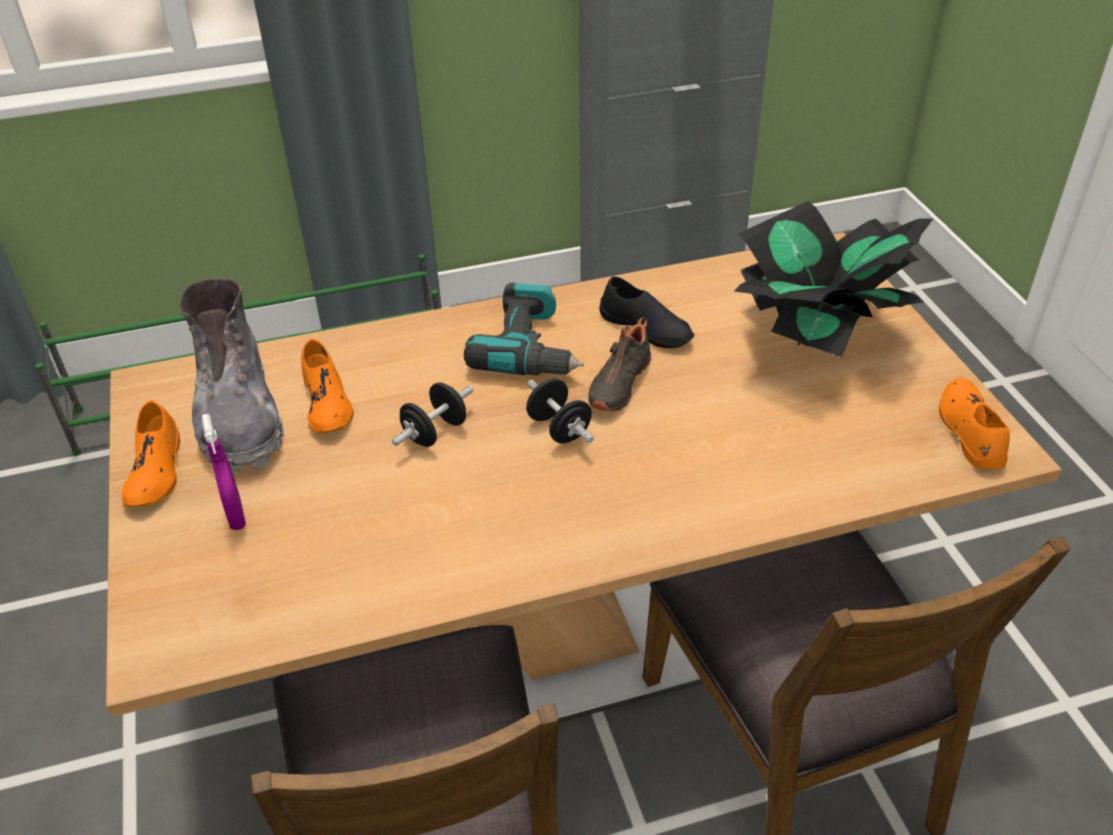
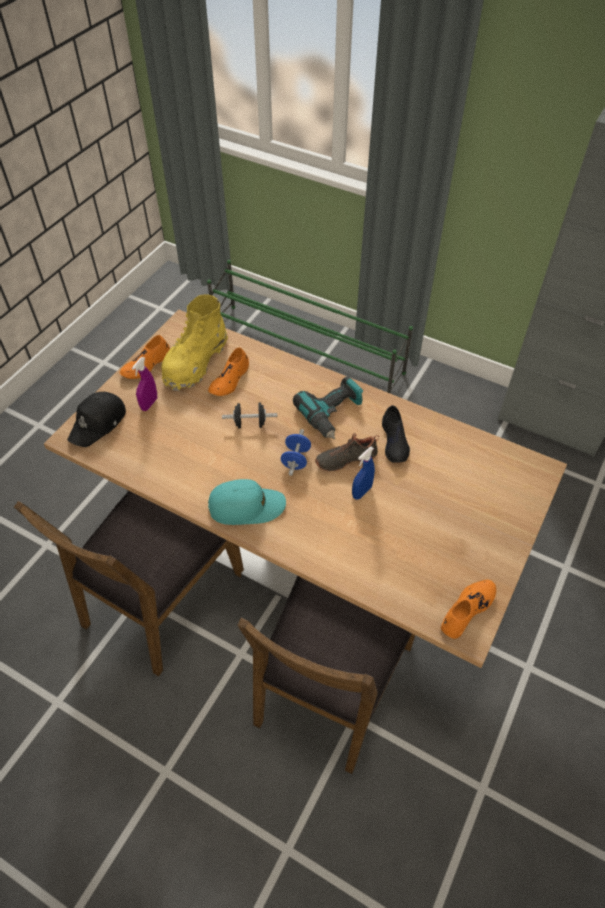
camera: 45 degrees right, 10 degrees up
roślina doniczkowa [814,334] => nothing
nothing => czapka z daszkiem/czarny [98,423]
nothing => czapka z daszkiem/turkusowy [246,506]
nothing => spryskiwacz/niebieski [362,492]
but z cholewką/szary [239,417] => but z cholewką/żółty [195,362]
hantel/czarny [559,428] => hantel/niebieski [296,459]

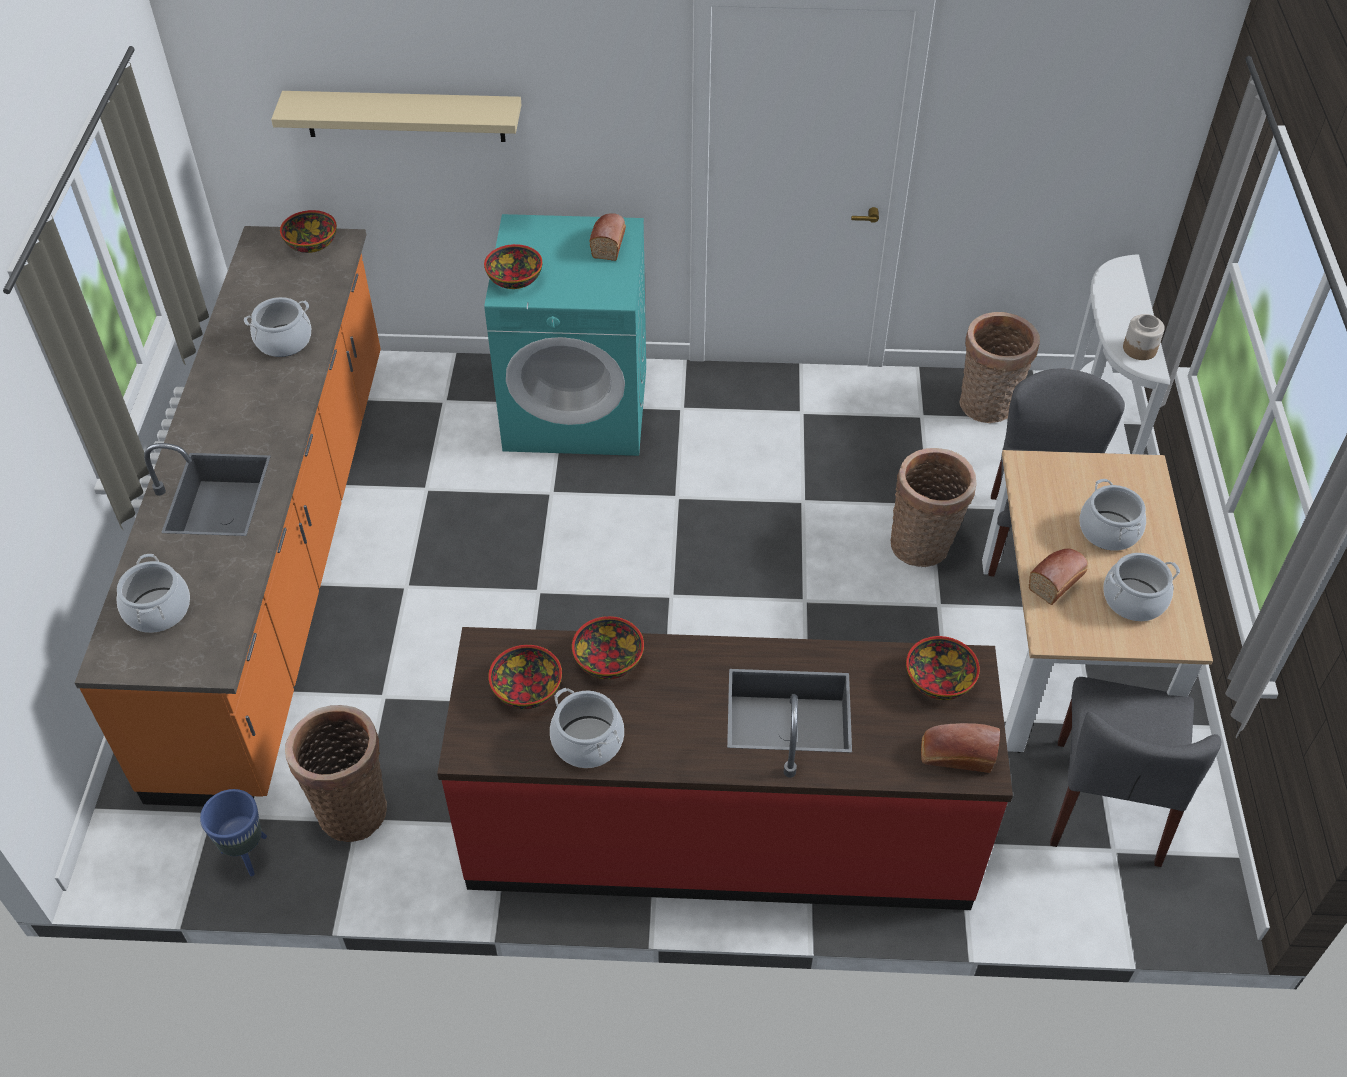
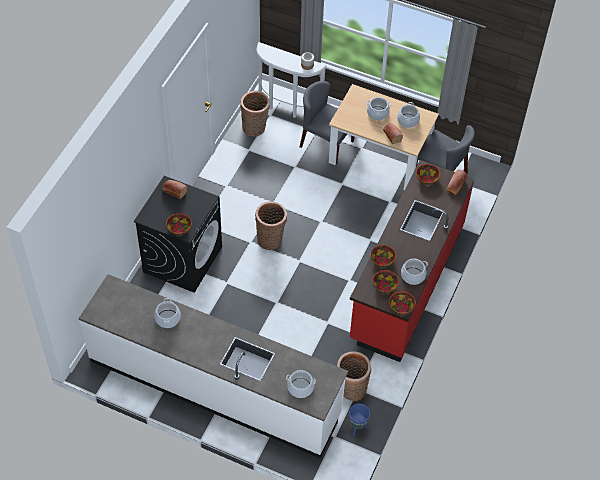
camera: 70 degrees left, 5 degrees up
półka/beżowy [404,116] => nothing
miska [311,244] => miska [401,307], shifted
koszyk [923,546] => koszyk [271,239], shifted
zabudowa kuchenna/pomarańczowy [281,557] => zabudowa kuchenna/biały [214,386]
pralka/turkusowy [577,408] => pralka/czarny [182,259]

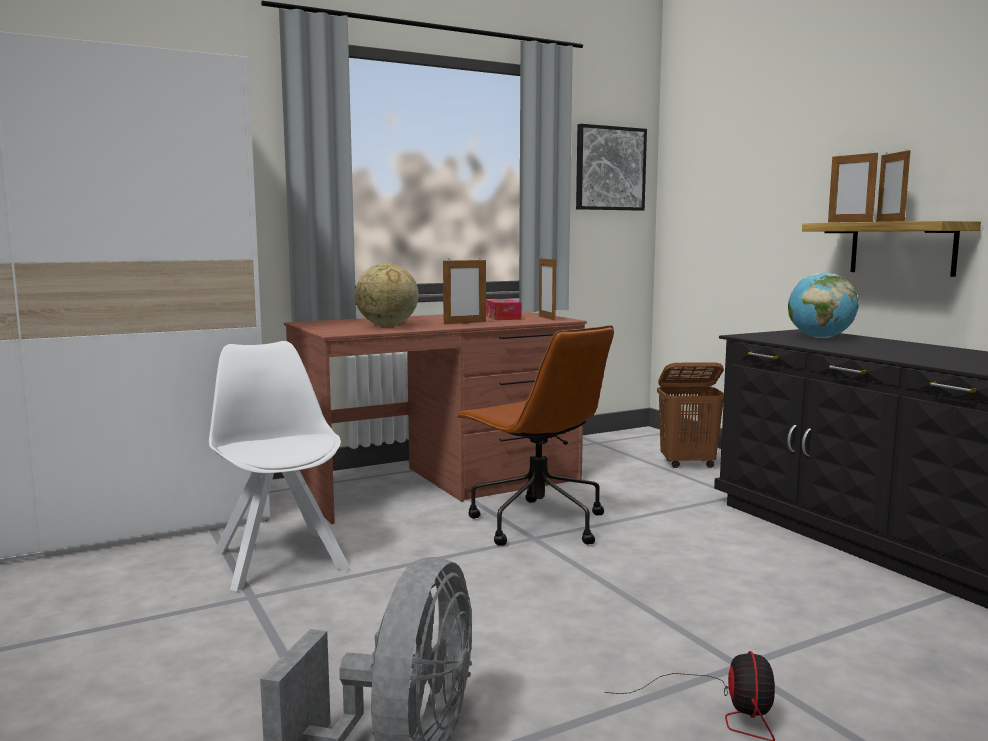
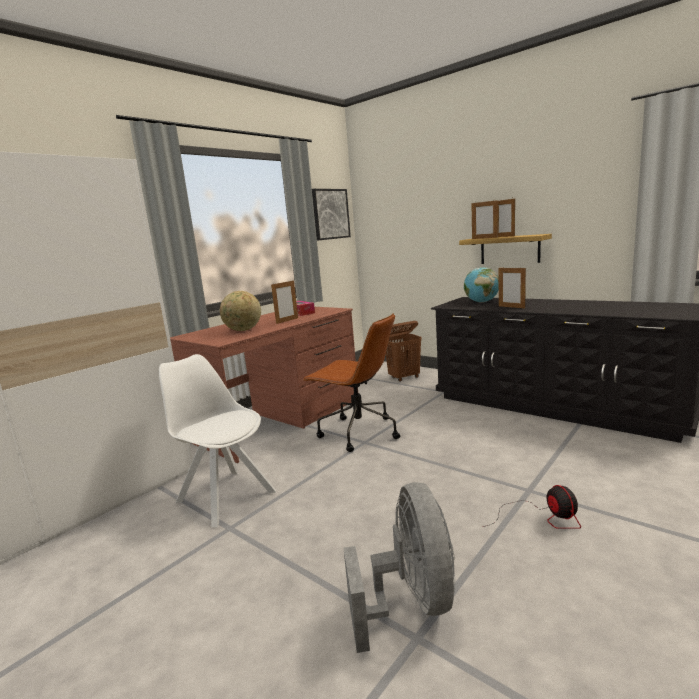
camera: 20 degrees left, 5 degrees up
ramka na zdjęcie [546,318] => ramka na zdjęcie [511,307], shifted

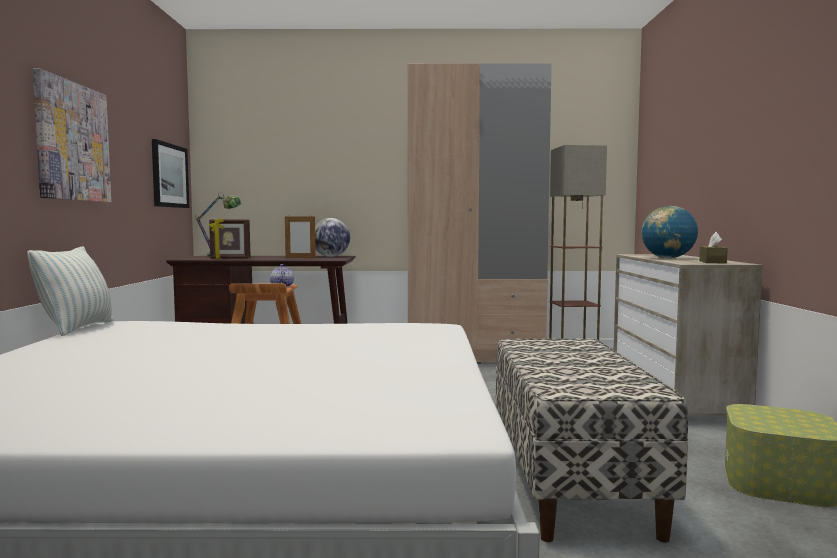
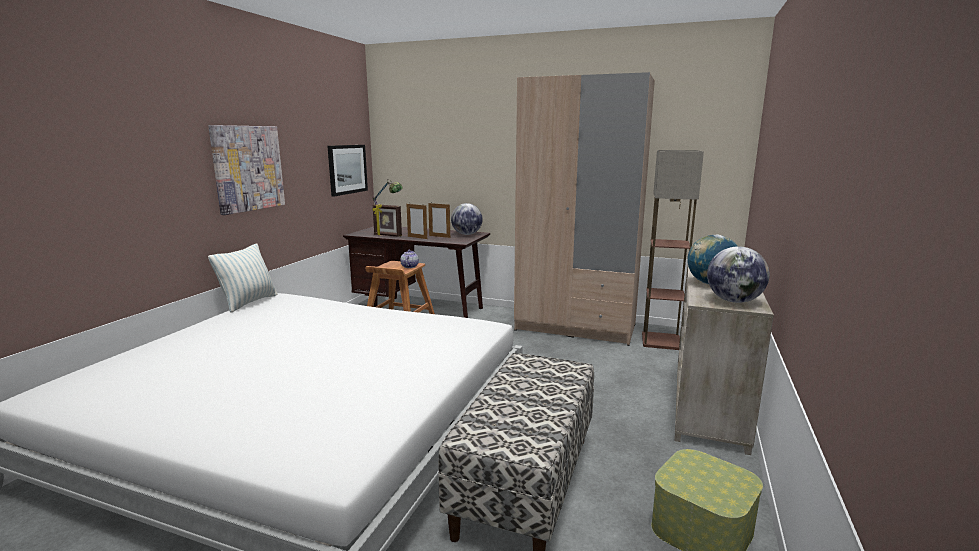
camera: 20 degrees right, 10 degrees up
nothing => ramka na zdjęcie [417,237]
pudełko chusteczek/brązowy [712,262] => globus [733,301]

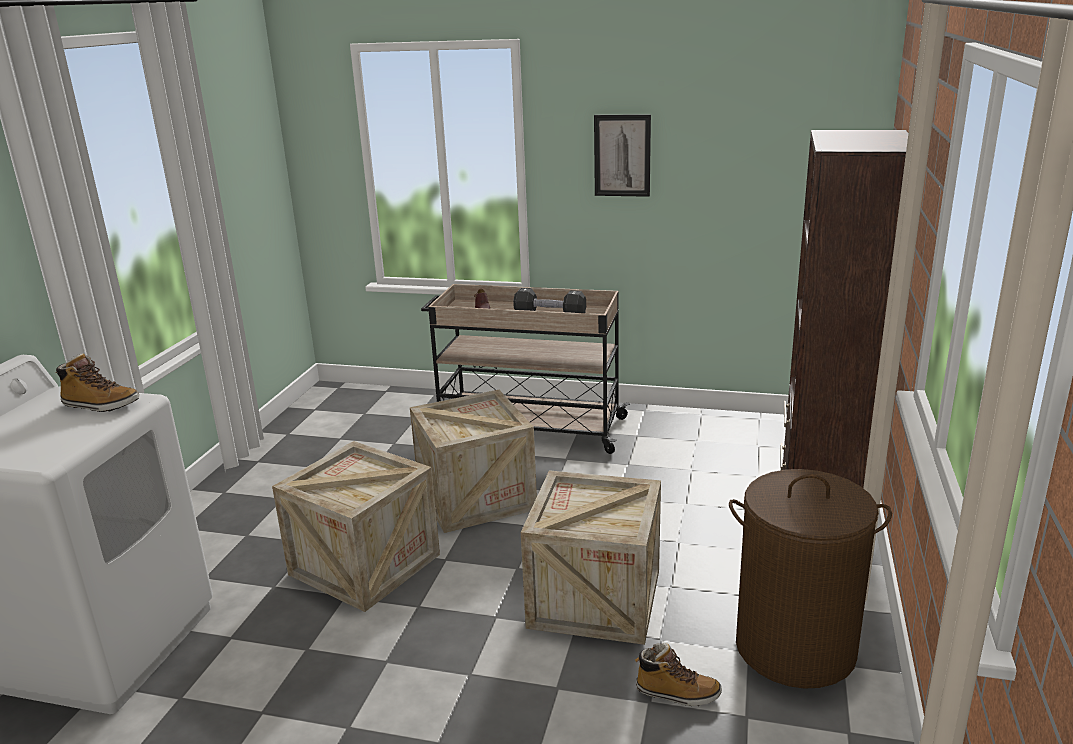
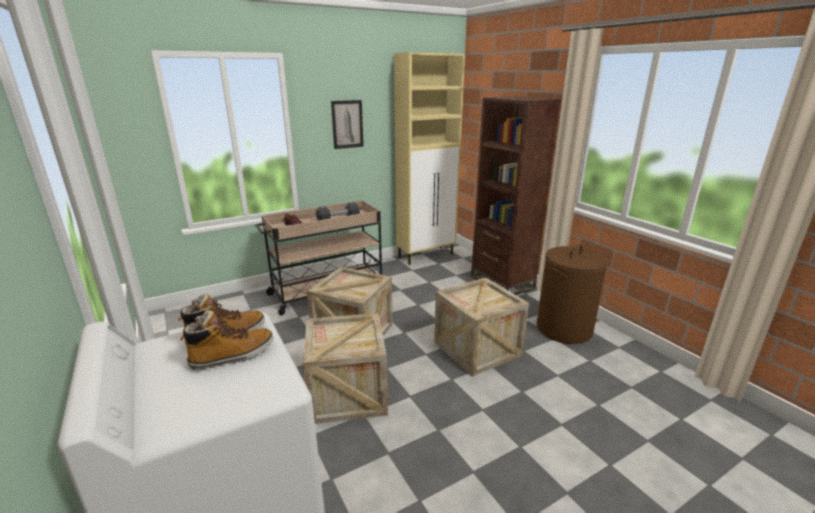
camera: 45 degrees left, 0 degrees up
nothing => szafka/beżowy [426,255]
but z cholewką [677,693] => but z cholewką [232,356], shifted

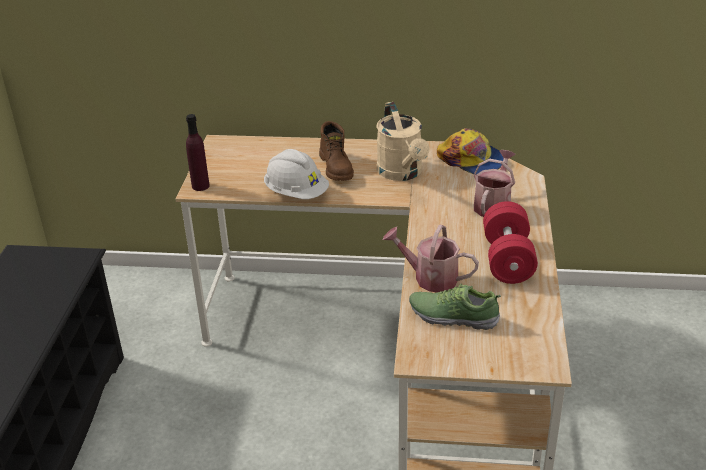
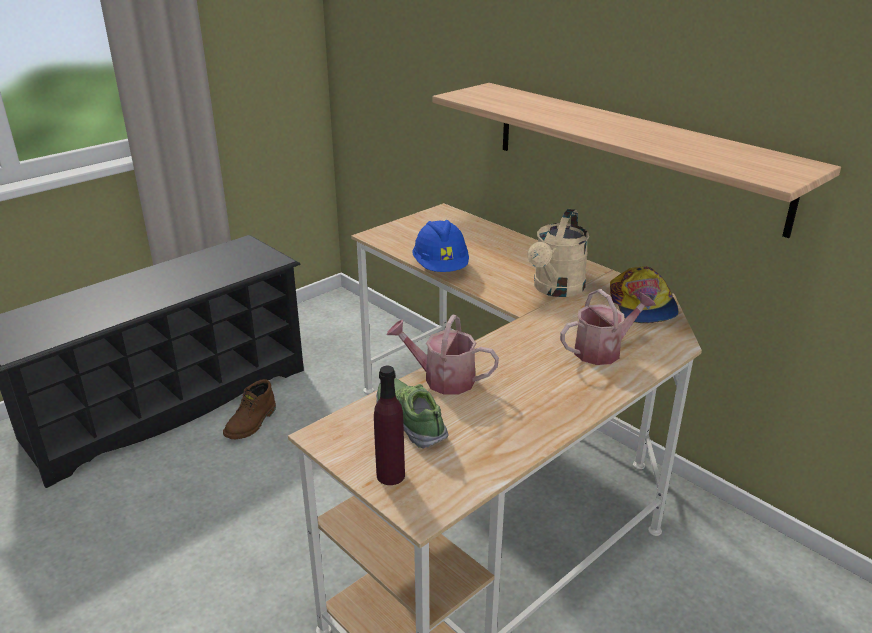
camera: 40 degrees right, 5 degrees down
hantel/czerwony [507,260] => nothing
nothing => półka [631,153]
butelka/fioletowy [200,186] => butelka/fioletowy [390,475], shifted
but z cholewką/brązowy [337,168] => but z cholewką/brązowy [252,423], shifted
kask/biały [296,194] => kask/niebieski [441,268]
konewka [430,277] => konewka [442,379], 45 degrees counterclockwise

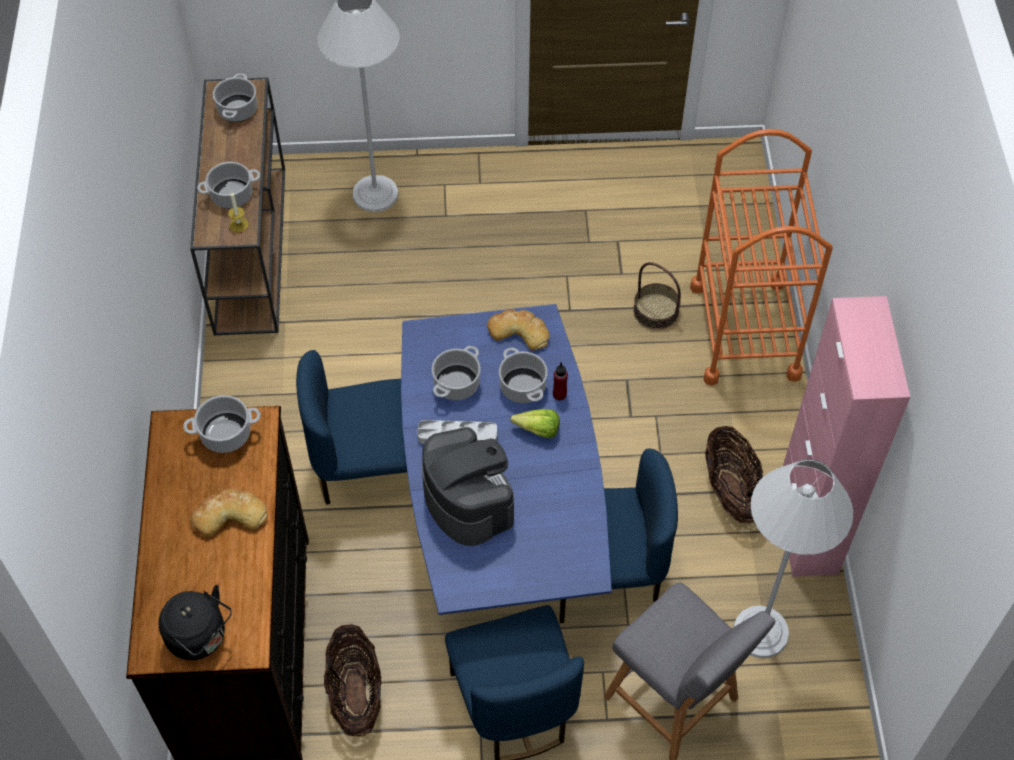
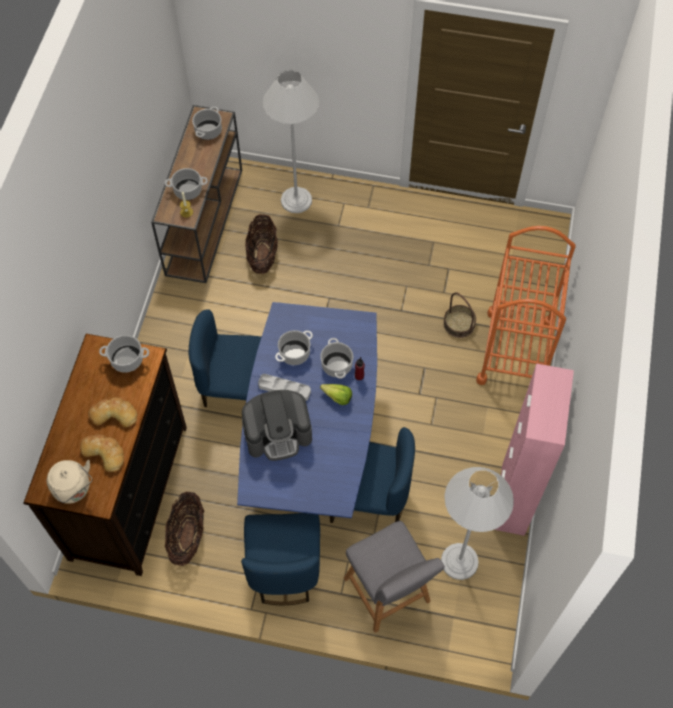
camera: 15 degrees right, 5 degrees up
chleb [519,331] => chleb [104,452], shifted
koszyk [731,491] => koszyk [262,255], shifted
czajnik/czarny [200,637] => czajnik/beżowy [74,489]
ekspres do kawy [468,499] => ekspres do kawy [278,433], 90 degrees clockwise

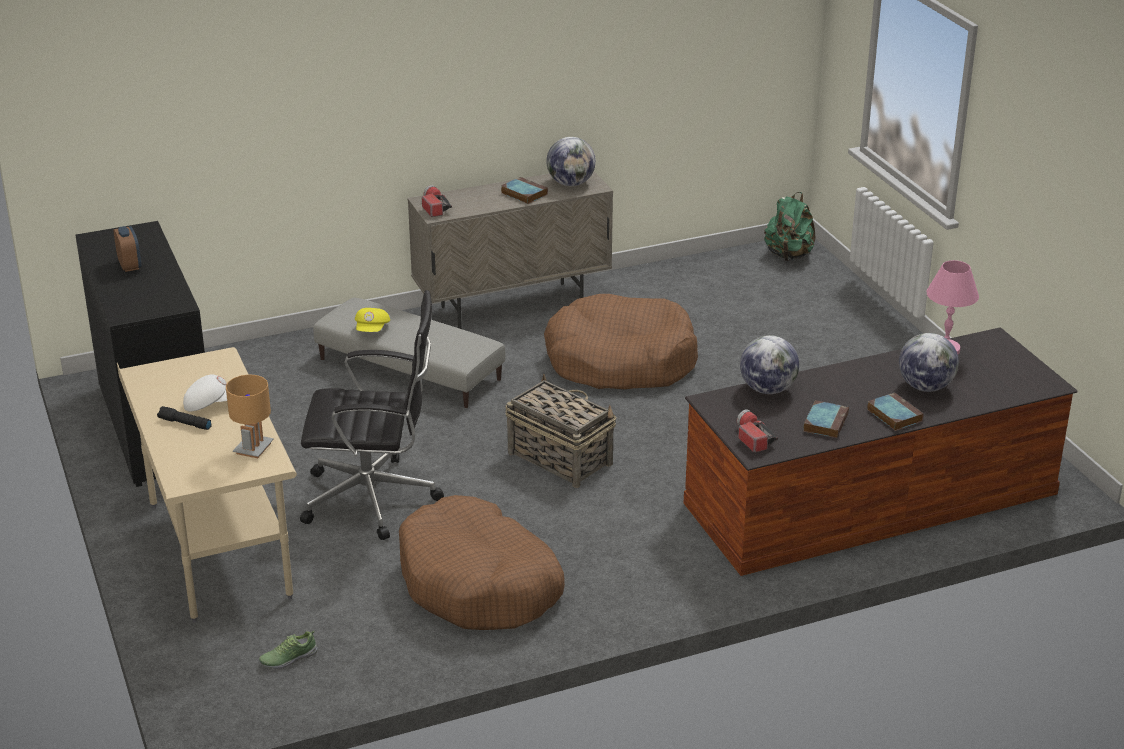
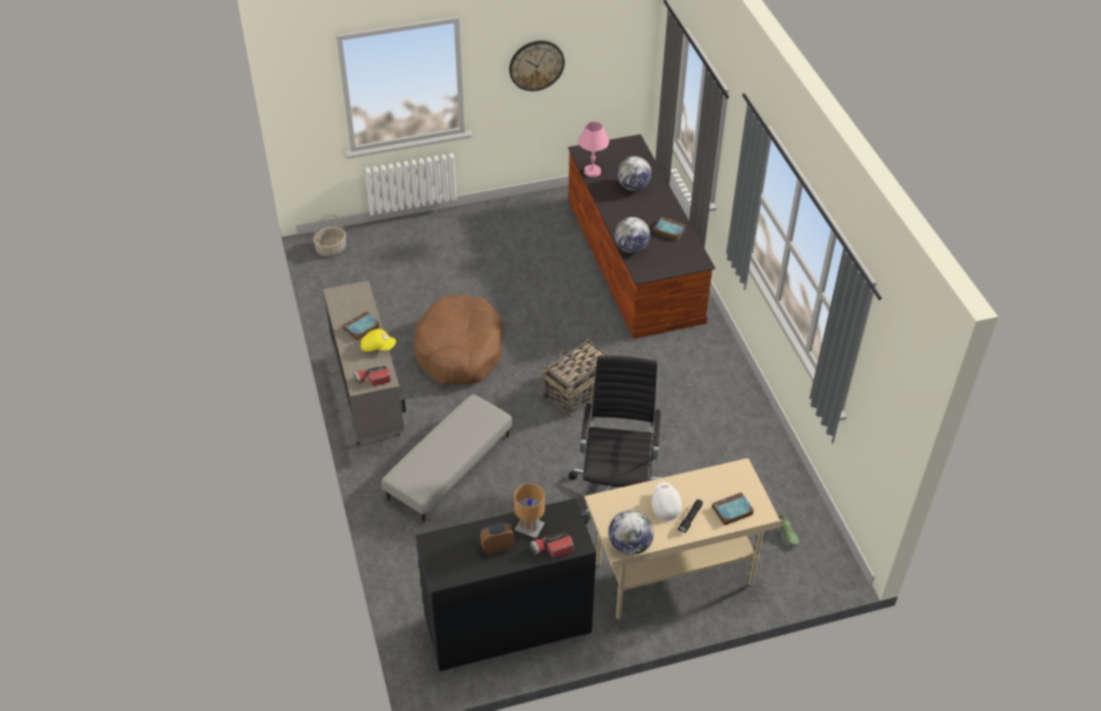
camera: 85 degrees left, 15 degrees up
legowisko/brązowy [479,584] => nothing
nothing => zegar ścienny [536,65]
lampa stołowa/brązowy [254,448] => lampa stołowa/brązowy [529,527], shifted
czapka z daszkiem/żółty [372,330] => czapka z daszkiem/żółty [378,346], shifted
globus [571,183] => globus [629,545], shifted
latarka [752,438] => latarka [551,549], shifted
książka [893,415] => książka [731,511], shifted
plecak/zielony [789,255] => koszyk [331,249]

